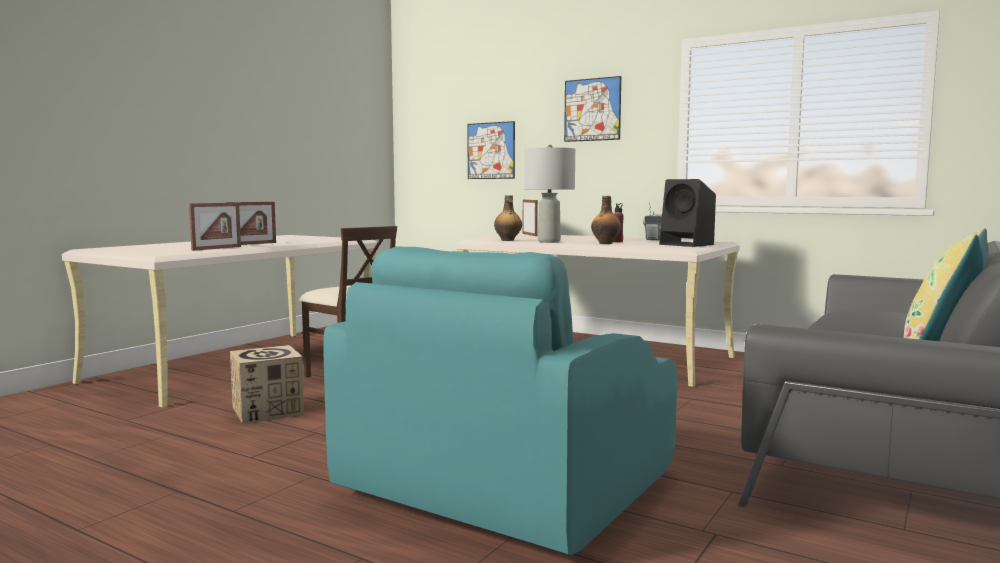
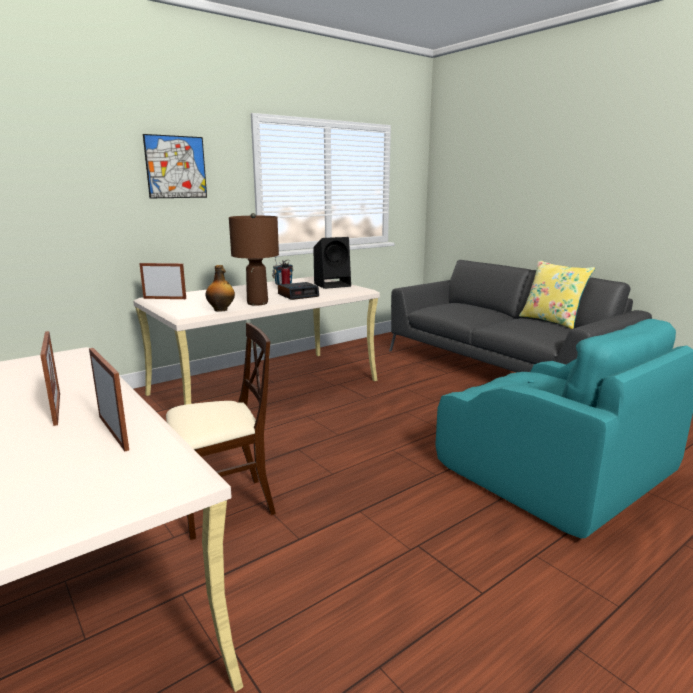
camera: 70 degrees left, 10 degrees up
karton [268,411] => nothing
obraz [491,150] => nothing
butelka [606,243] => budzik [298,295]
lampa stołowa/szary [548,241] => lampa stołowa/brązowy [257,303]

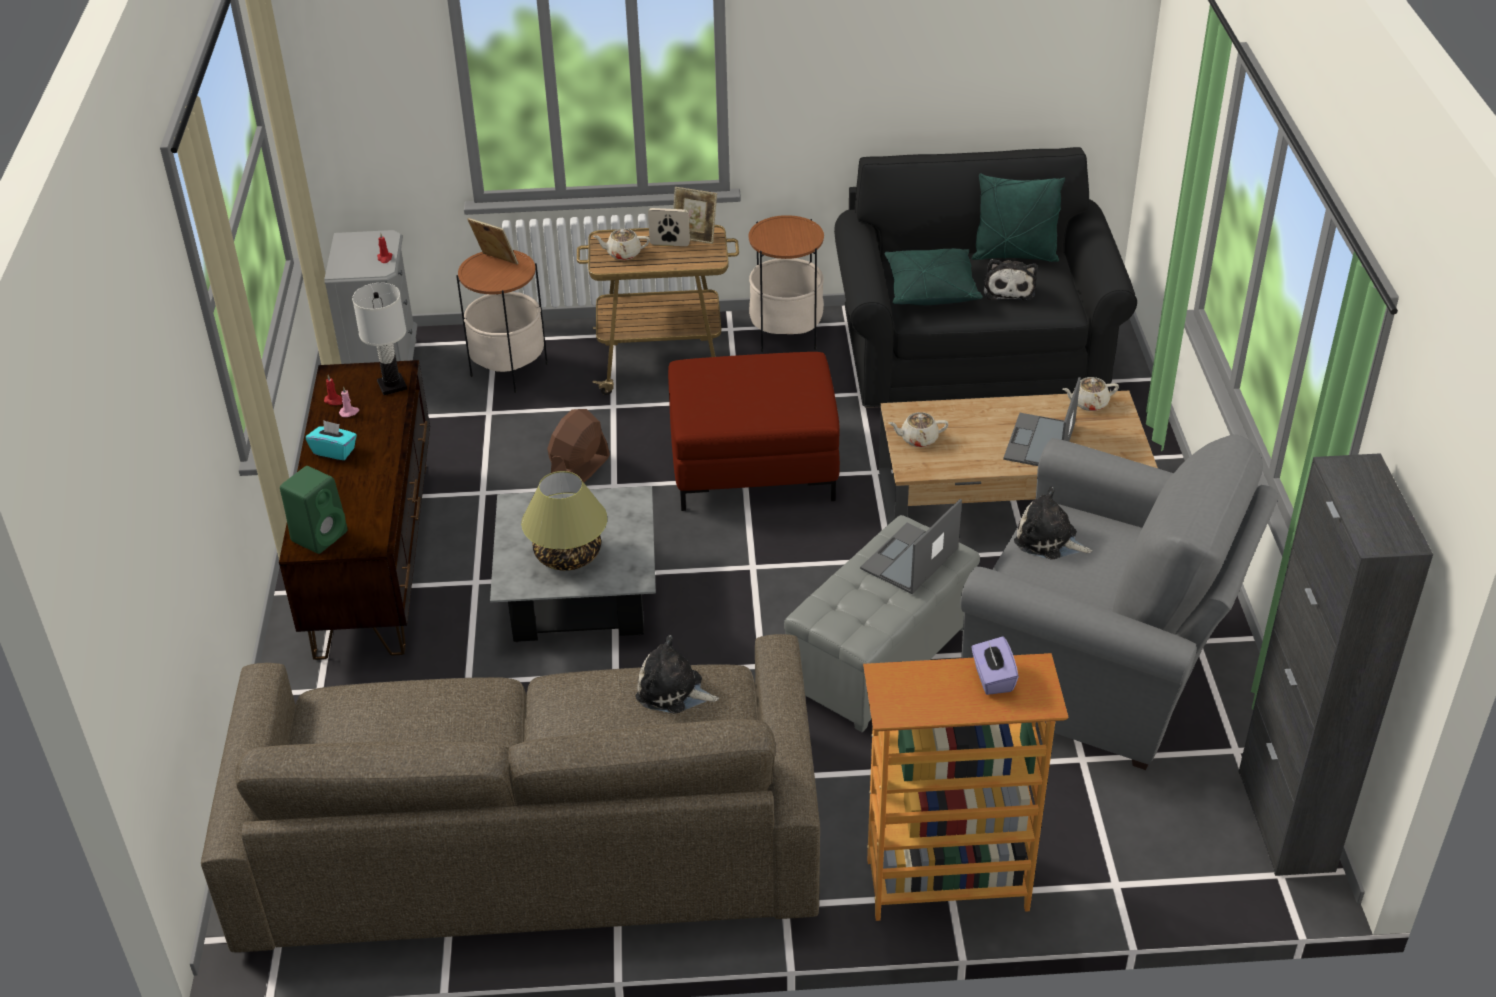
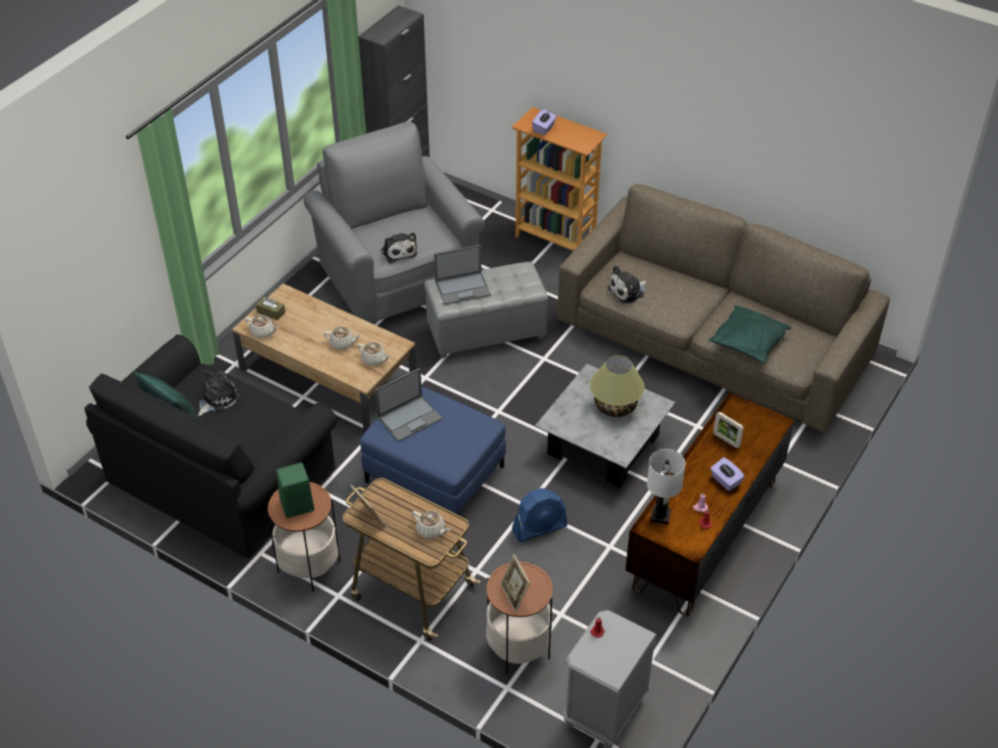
camera: 145 degrees left, 5 degrees up
nothing => pudełko chusteczek/brązowy [271,312]
nothing => imbryk/beżowy [343,343]
głośnik/zielony [320,535] => głośnik/zielony [296,506], shifted
ramka na zdjęcie [669,244] => ramka na zdjęcie [726,440], shifted
poduszka/zielony [930,290] => poduszka/zielony [748,342], shifted
laptop [1039,443] => laptop [410,418], shifted
pudełko chusteczek/turkusowy [334,451] => pudełko chusteczek/fioletowy [725,481]
wentylator/brązowy [579,472] => wentylator/niebieski [539,528]
pufa/czerwony [754,464] => pufa/niebieski [434,474]
pluszak [673,691] => pluszak [628,291], 90 degrees clockwise

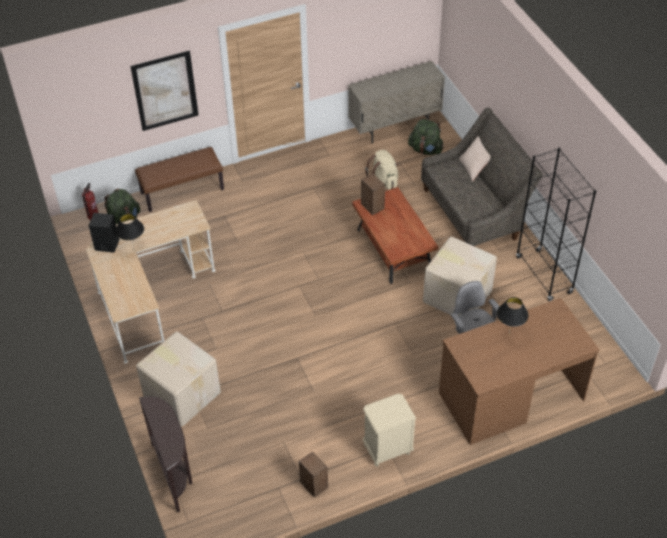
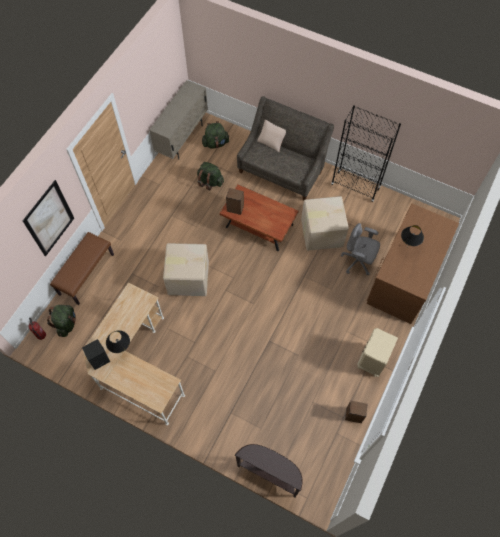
camera: 40 degrees left, 15 degrees up
karton [182,394] => karton [188,278], shifted
plecak/beżowy [383,181] => plecak/zielony [210,182]

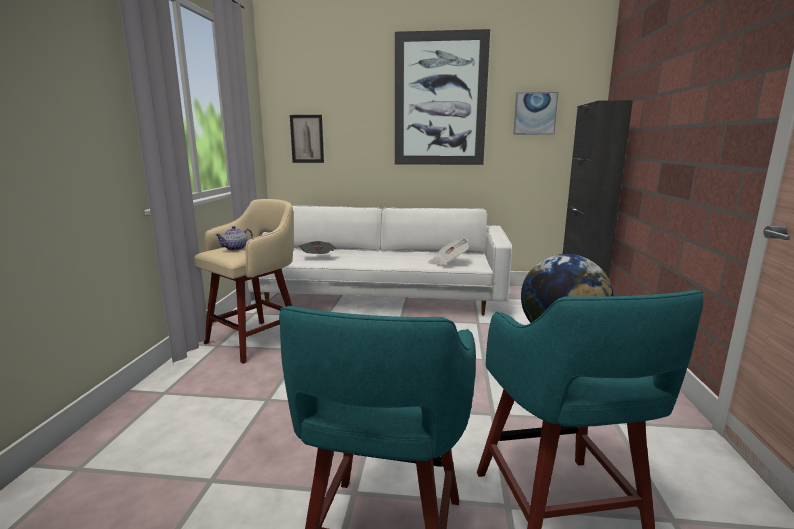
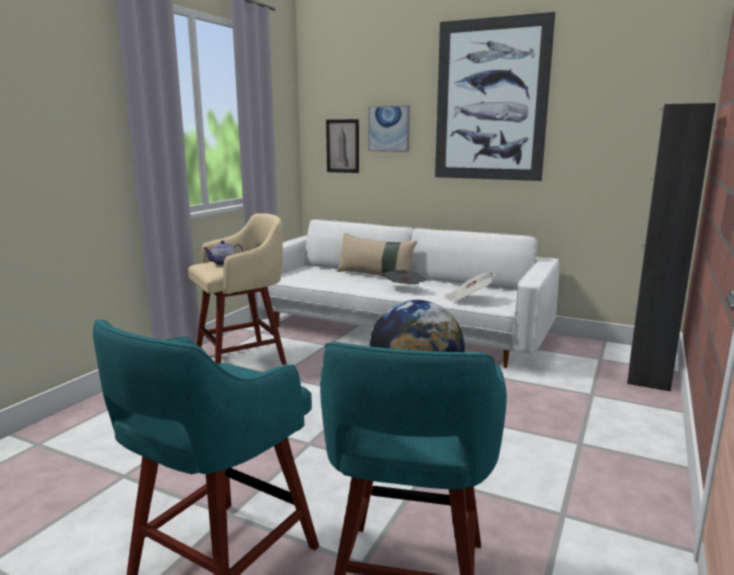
camera: 20 degrees right, 0 degrees up
nothing => poduszka/beżowy [375,276]
gazeta [318,258] => gazeta [405,289], shifted
obraz [535,113] => obraz [389,128], shifted

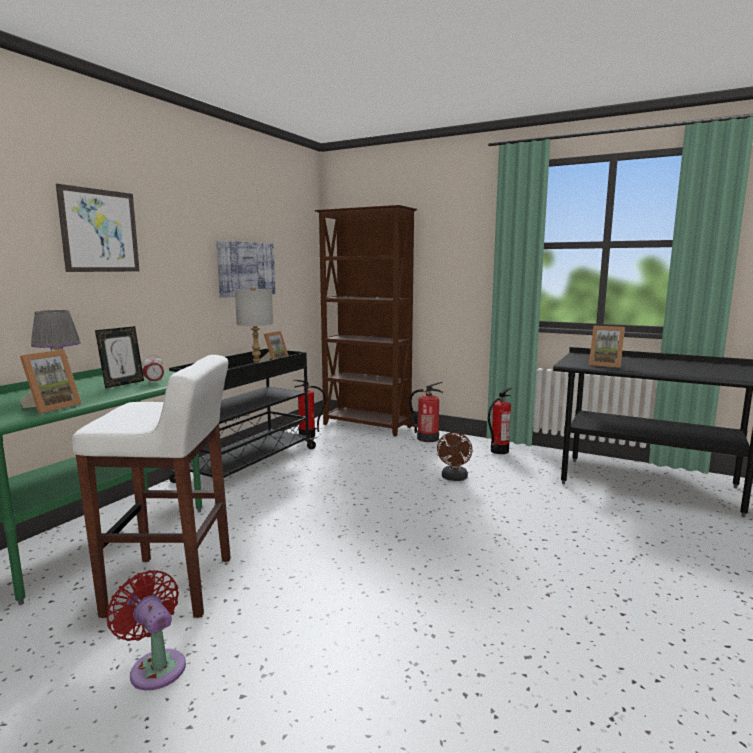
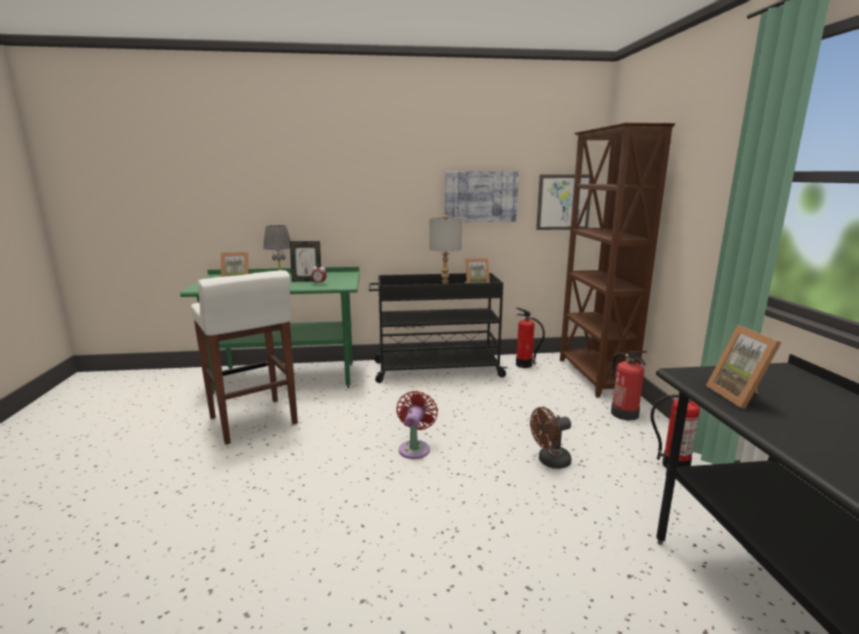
camera: 55 degrees right, 5 degrees up
obraz [100,231] => obraz [564,202], shifted
wentylator/czerwony [155,666] => wentylator/czerwony [415,448], shifted

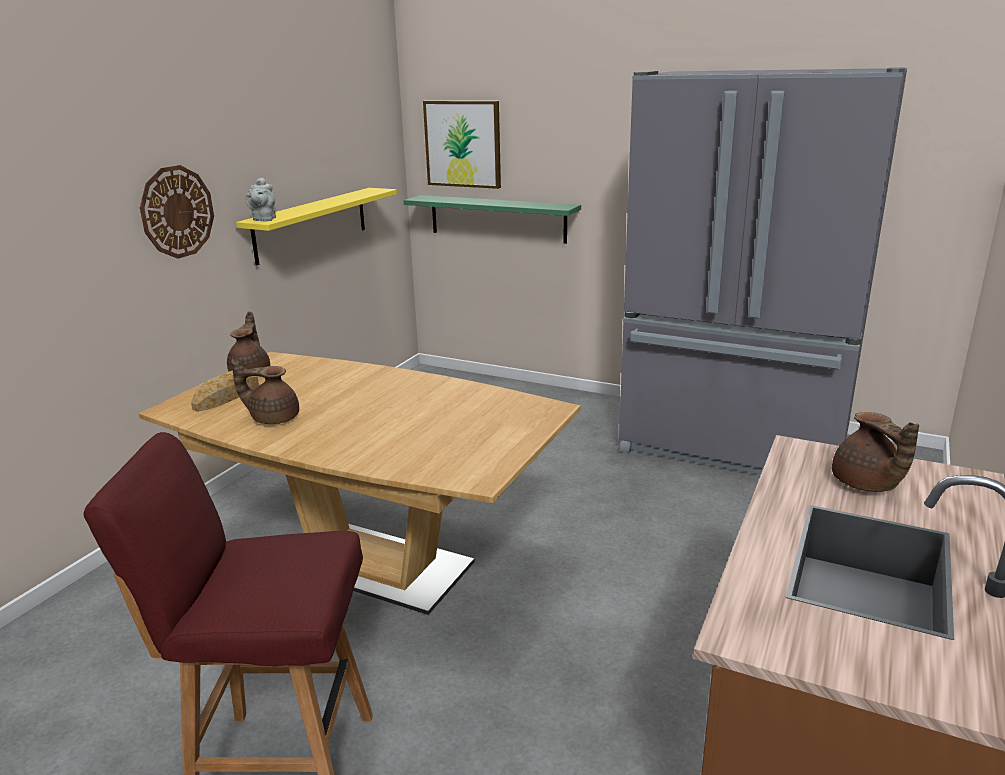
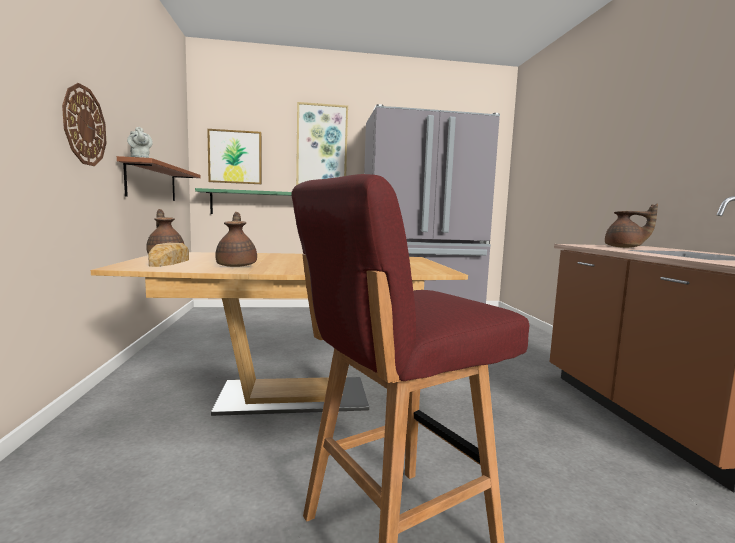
camera: 35 degrees left, 15 degrees down
nothing => obraz [322,146]
półka/żółty [311,224] => półka/brązowy [152,182]
imbryk/brązowy [273,418] => imbryk/brązowy [237,265], 105 degrees clockwise

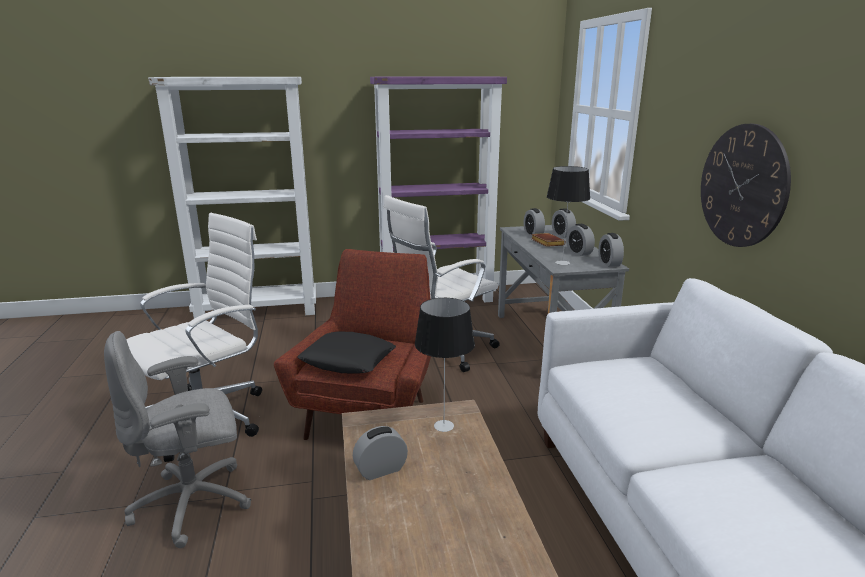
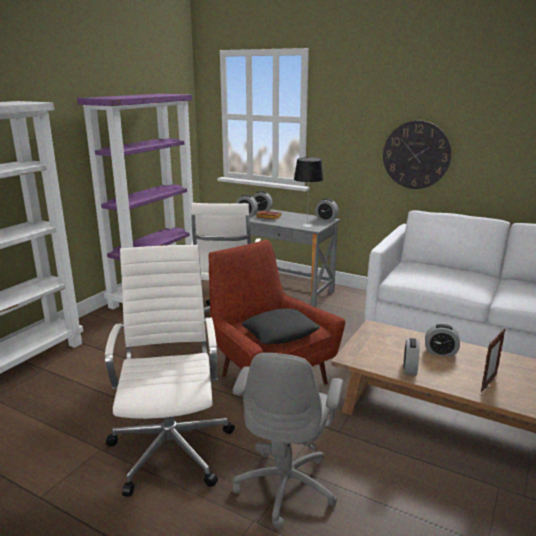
camera: 50 degrees left, 0 degrees up
lampa stołowa [444,426] => nothing
nothing => ramka na zdjęcie [488,384]
budzik [579,252] => budzik [440,352], shifted

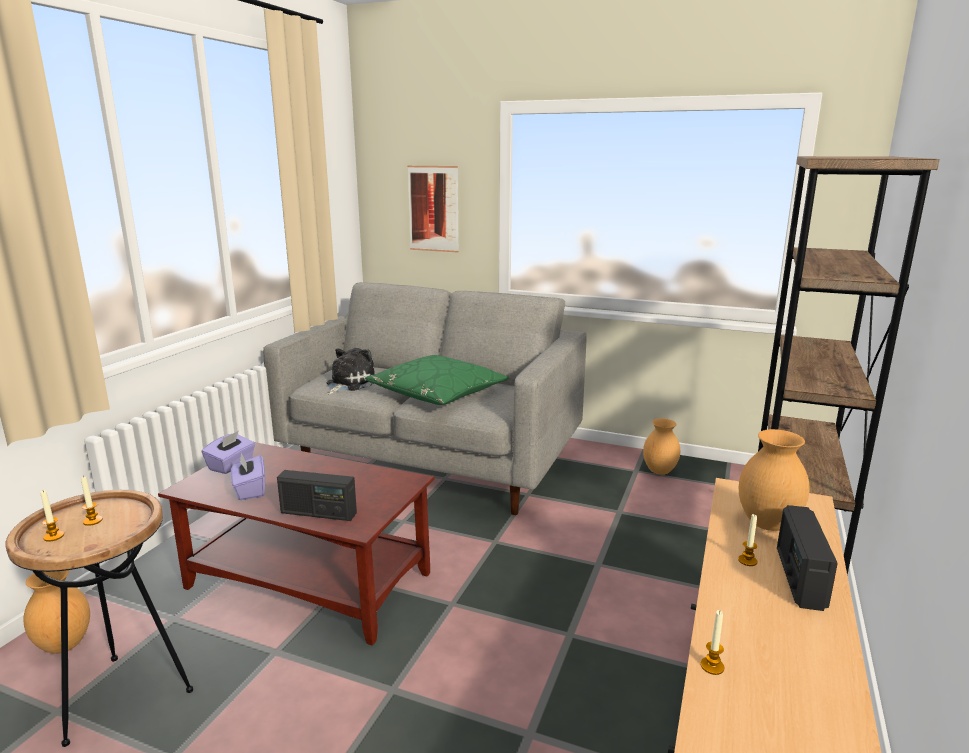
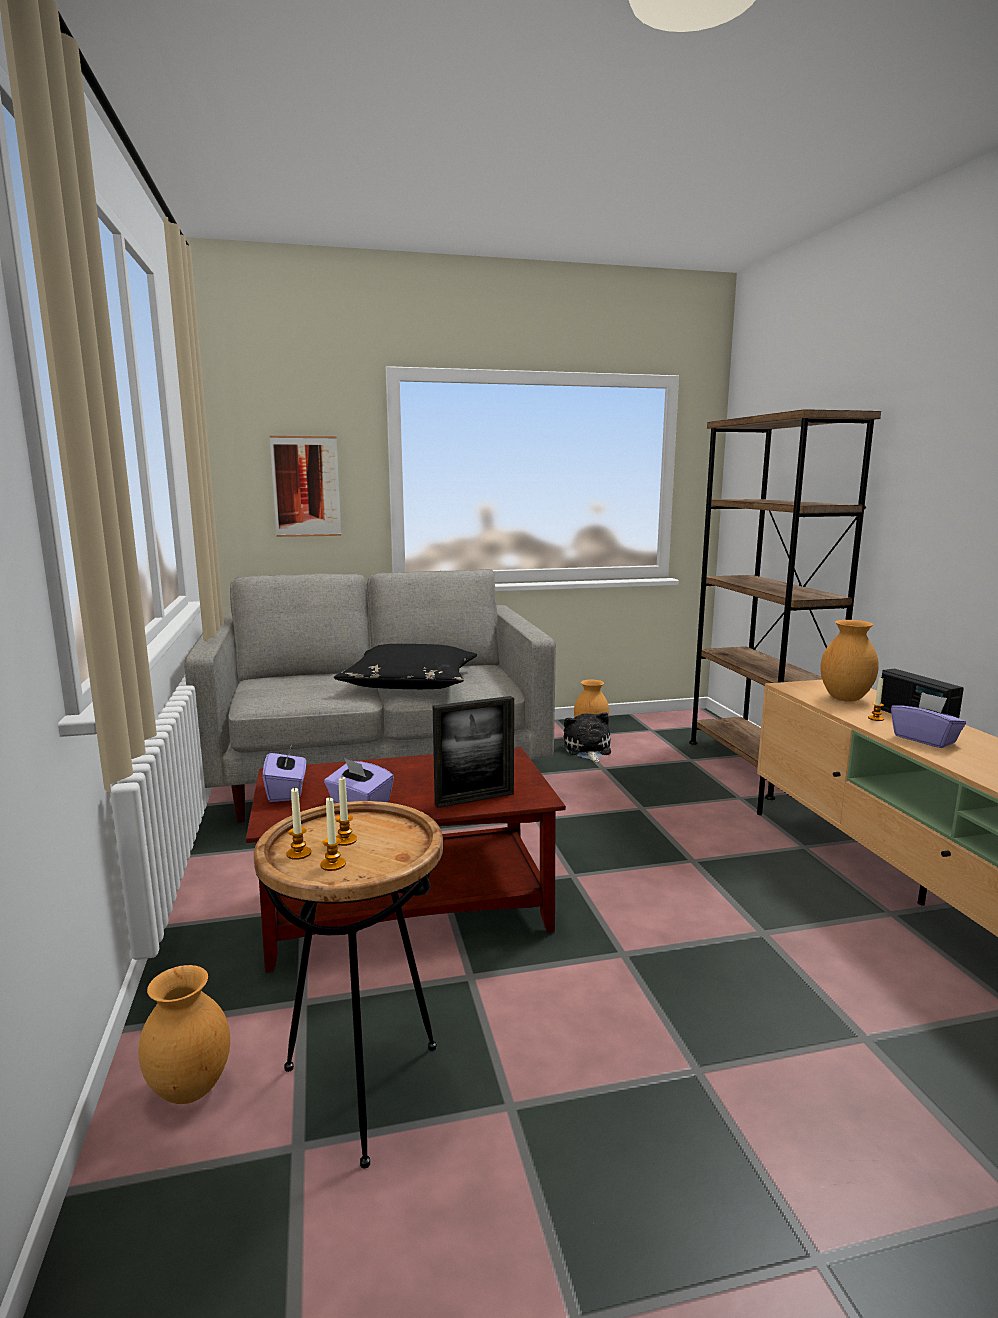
camera: 35 degrees left, 5 degrees down
nothing => pudełko chusteczek/fioletowy [924,739]
pluszak [349,384] => pluszak [587,750], shifted
świeca [712,666] => świeca [299,853], shifted
radio [318,513] => ramka na zdjęcie [474,799]
poduszka/zielony [437,393] => poduszka/czarny [410,683]

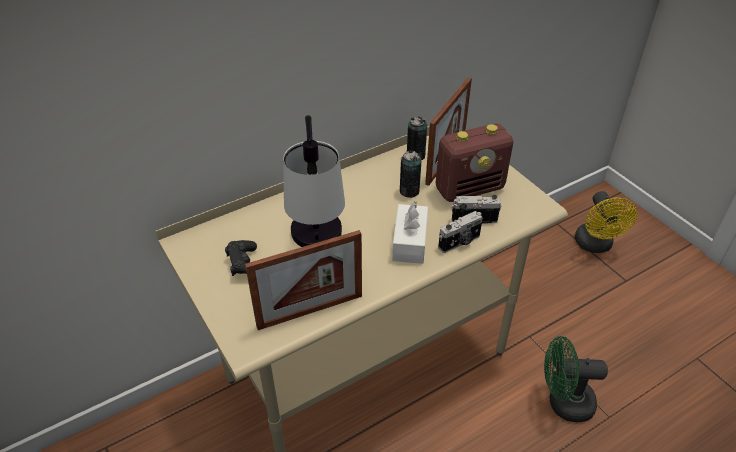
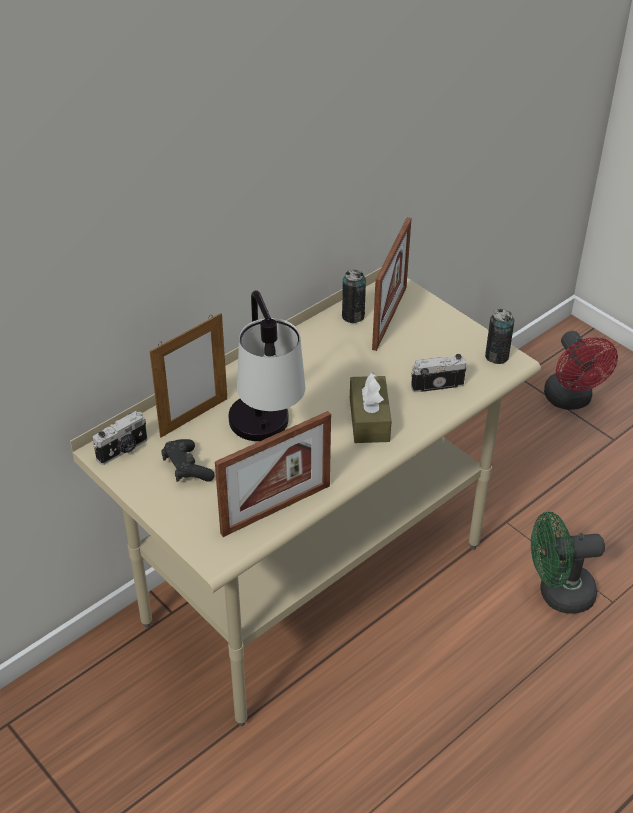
camera: 10 degrees left, 0 degrees up
radio [470,189] => nothing
nothing => ramka na zdjęcie [194,417]
puszka [409,191] => puszka [496,356], shifted
aparat fotograficzny [460,242] => aparat fotograficzny [123,450], shifted
pudełko chusteczek/biały [409,242] => pudełko chusteczek/brązowy [369,419]
wentylator/żółty [595,245] => wentylator/czerwony [571,400]

